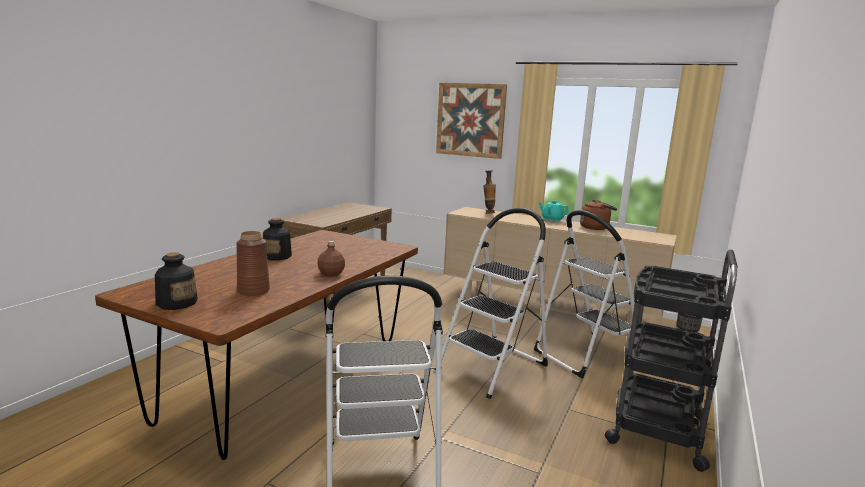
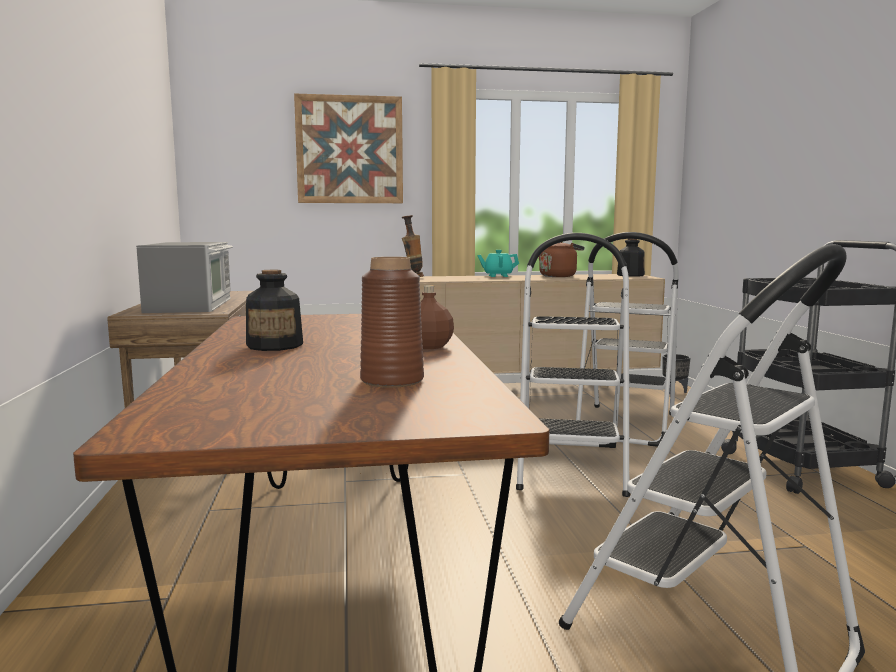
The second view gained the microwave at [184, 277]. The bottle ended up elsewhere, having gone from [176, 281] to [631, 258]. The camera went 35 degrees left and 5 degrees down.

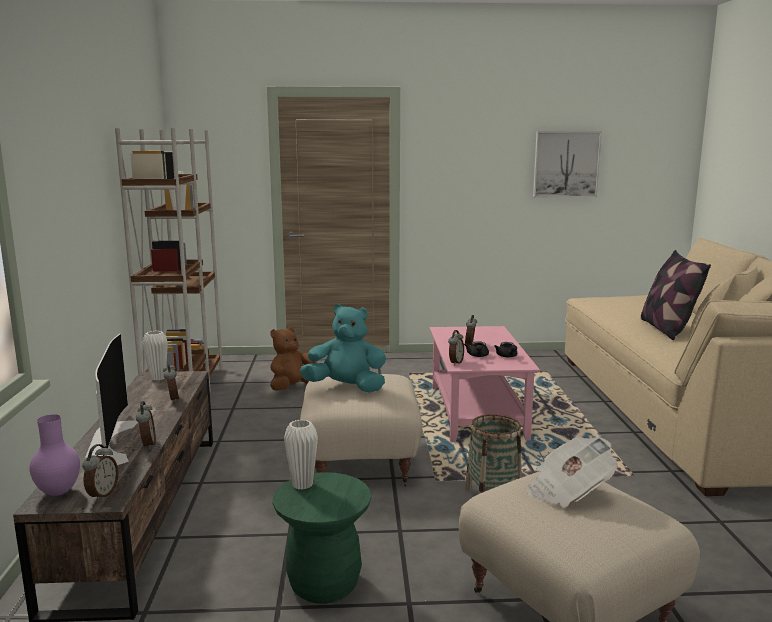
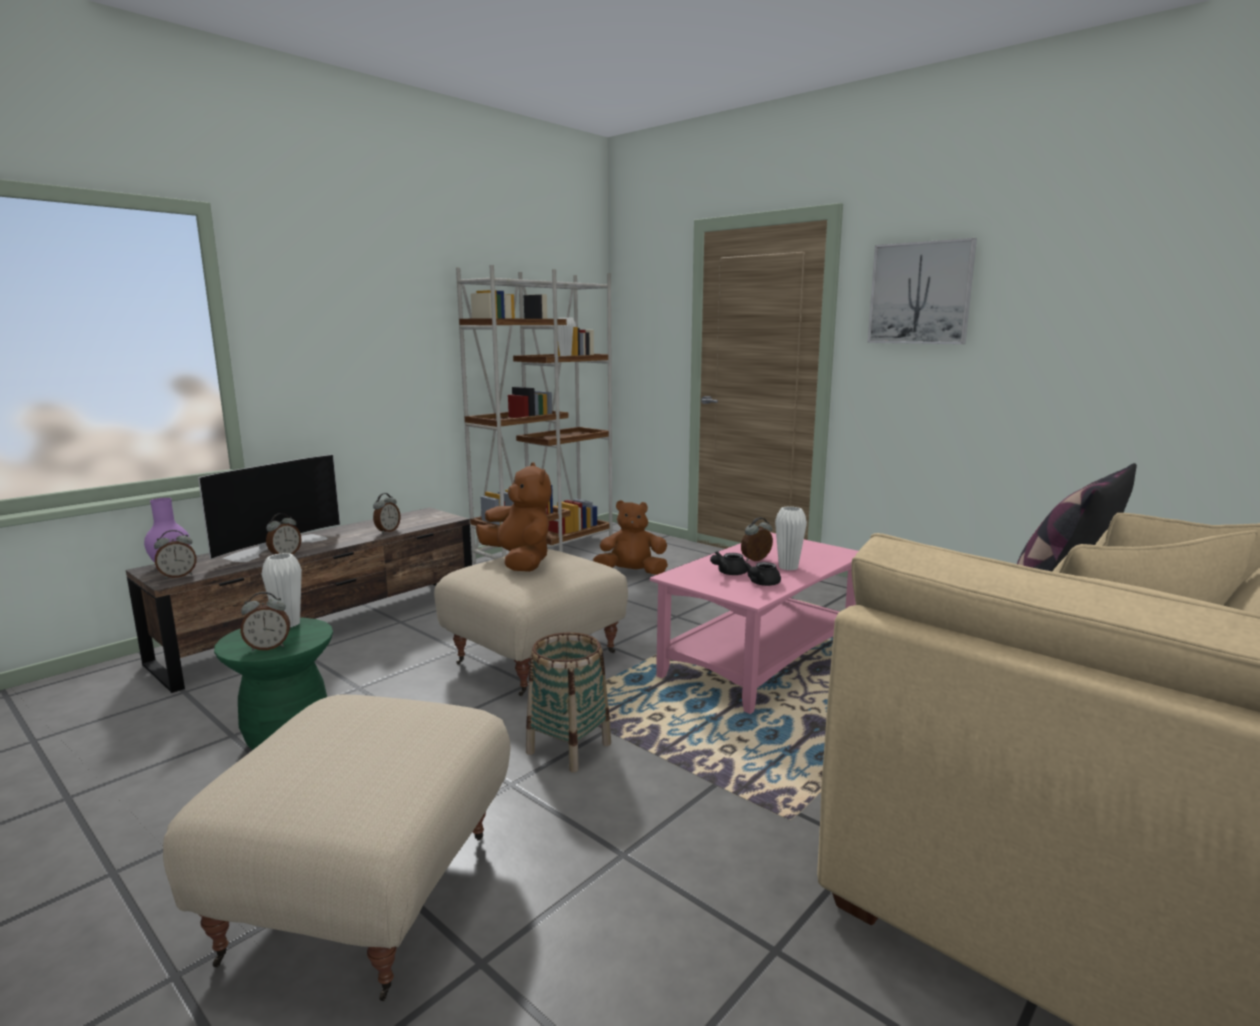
The second view lost the newspaper at [571, 472]. The white_vase ended up elsewhere, having gone from [155, 356] to [791, 538]. The alarm_clock ended up elsewhere, having gone from [456, 347] to [265, 621]. The picture ended up elsewhere, having gone from [567, 164] to [922, 291]. What was the turquoise_plush_toy at [343, 348] turned into the brown_plush_toy at [514, 517]. The camera went 45 degrees right and 0 degrees up.

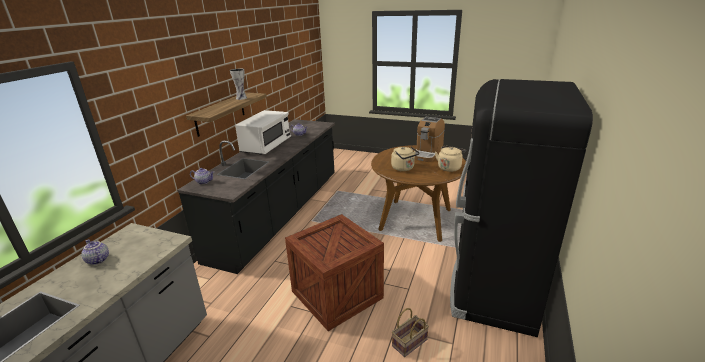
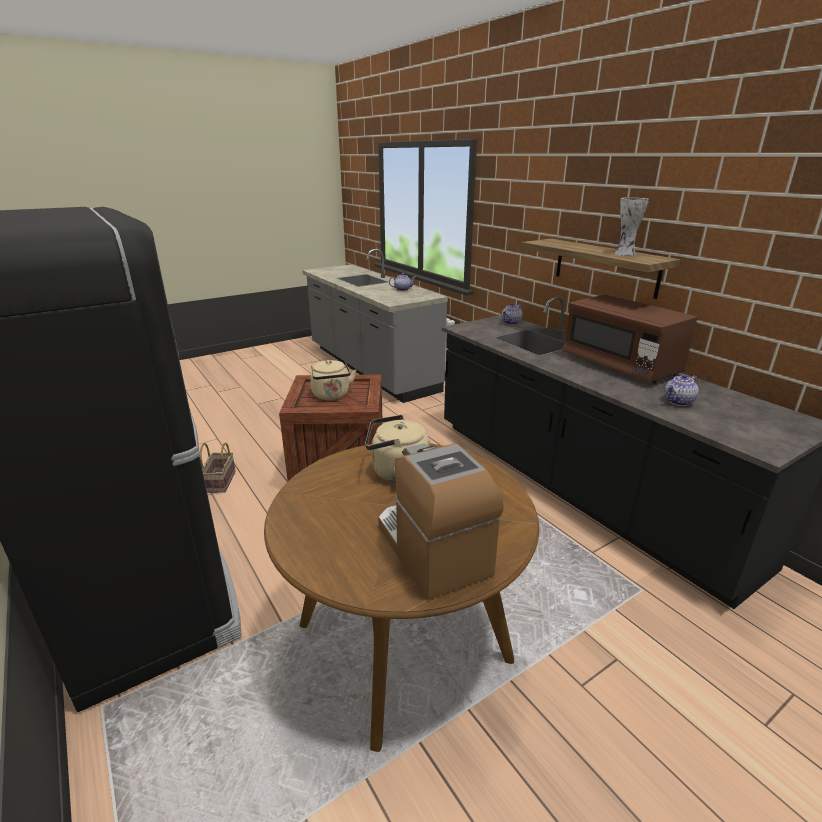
The beige_kettle ended up elsewhere, having gone from [450, 159] to [333, 380]. What was the white_microwave at [263, 132] turned into the brown_microwave at [629, 339]. The camera went 125 degrees right and 0 degrees up.

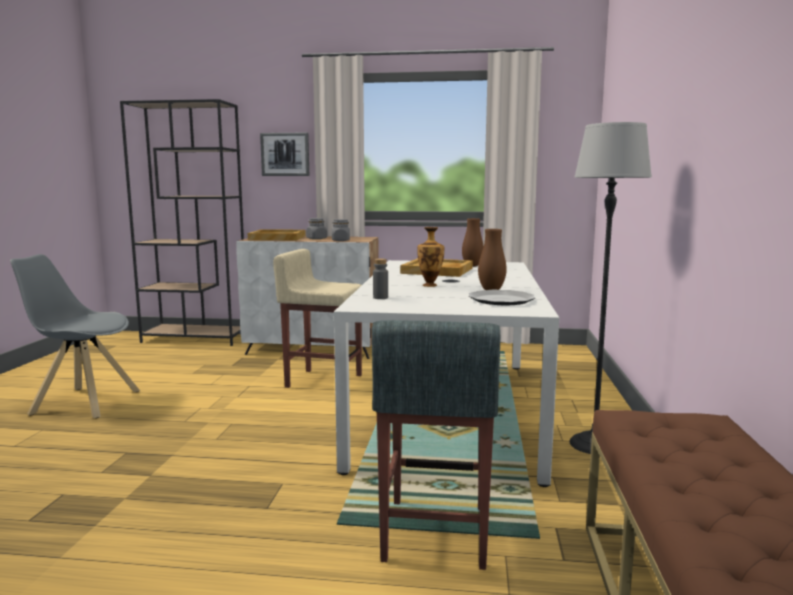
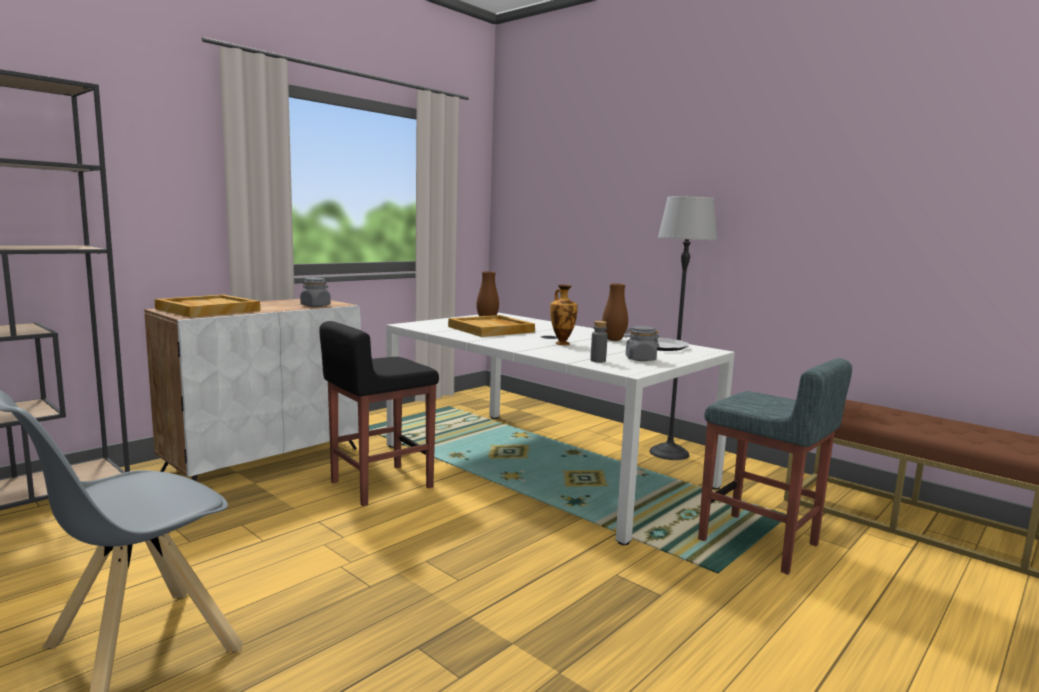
The second view lost the picture at [284, 154]. The grey_jar ended up elsewhere, having gone from [316, 228] to [641, 343]. What was the beige_stool at [317, 318] turned into the black_stool at [379, 413]. The camera went 55 degrees left and 0 degrees up.

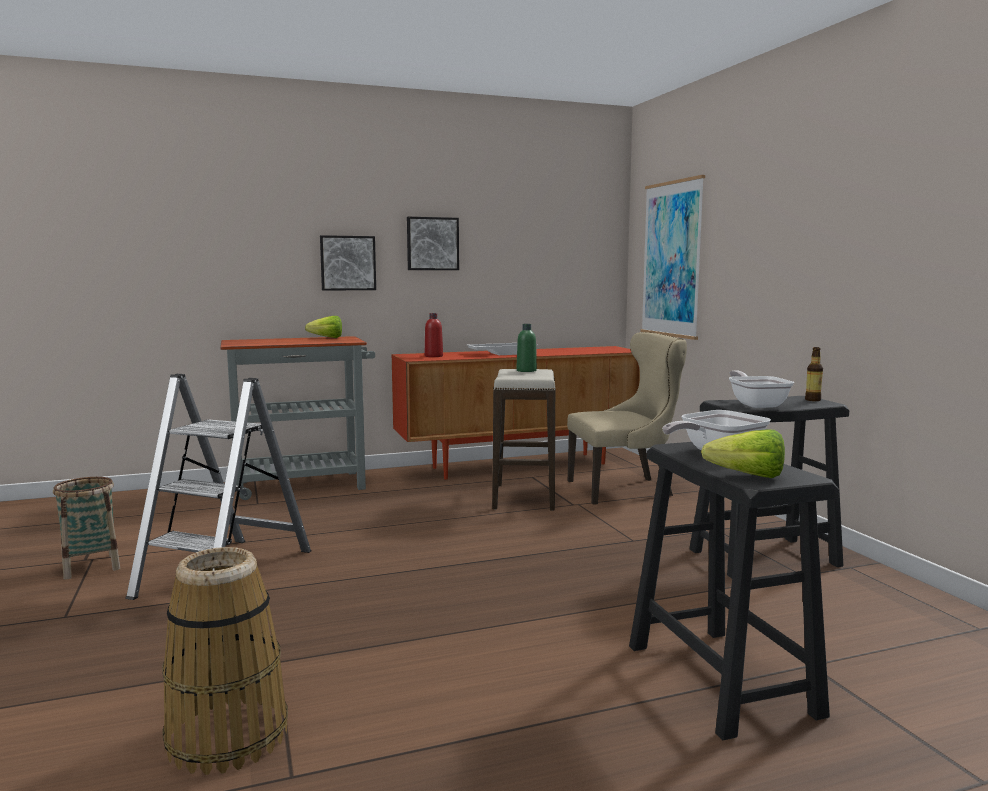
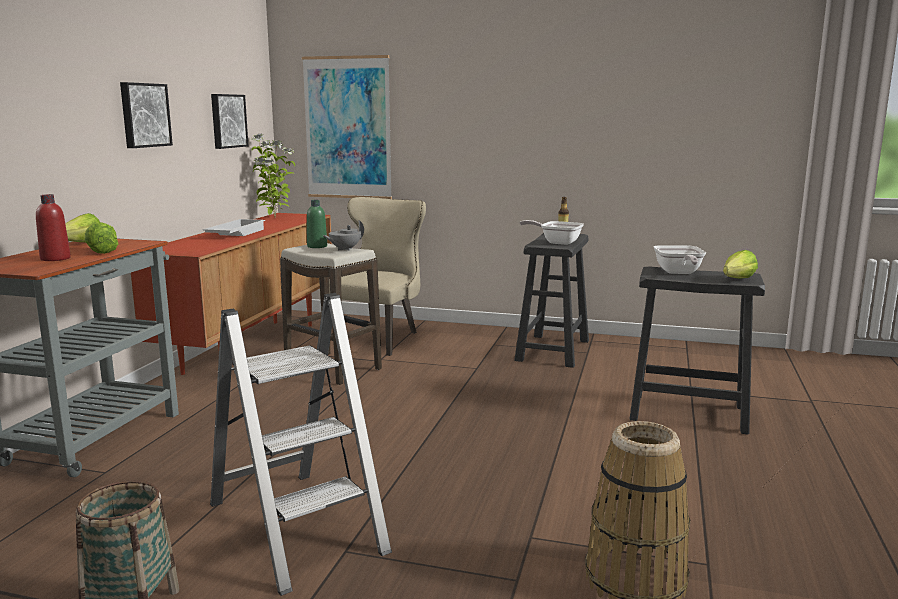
The second view gained the lettuce at [101, 238]. The second view gained the potted_plant at [273, 176]. The second view gained the grey_teapot at [343, 235]. The picture ended up elsewhere, having gone from [348, 263] to [230, 121]. The red_bottle ended up elsewhere, having gone from [434, 335] to [53, 227]. The camera went 55 degrees left and 5 degrees up.

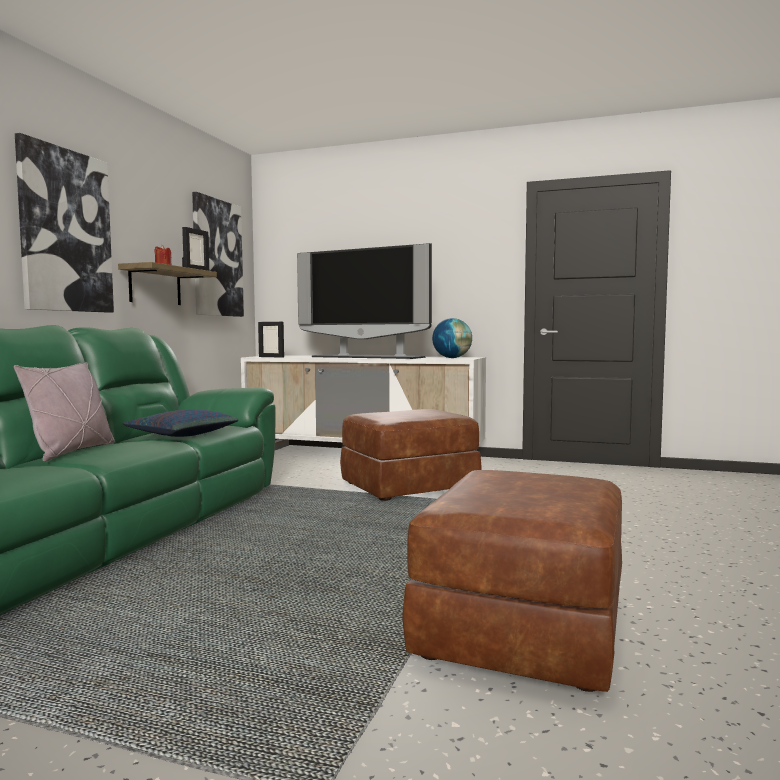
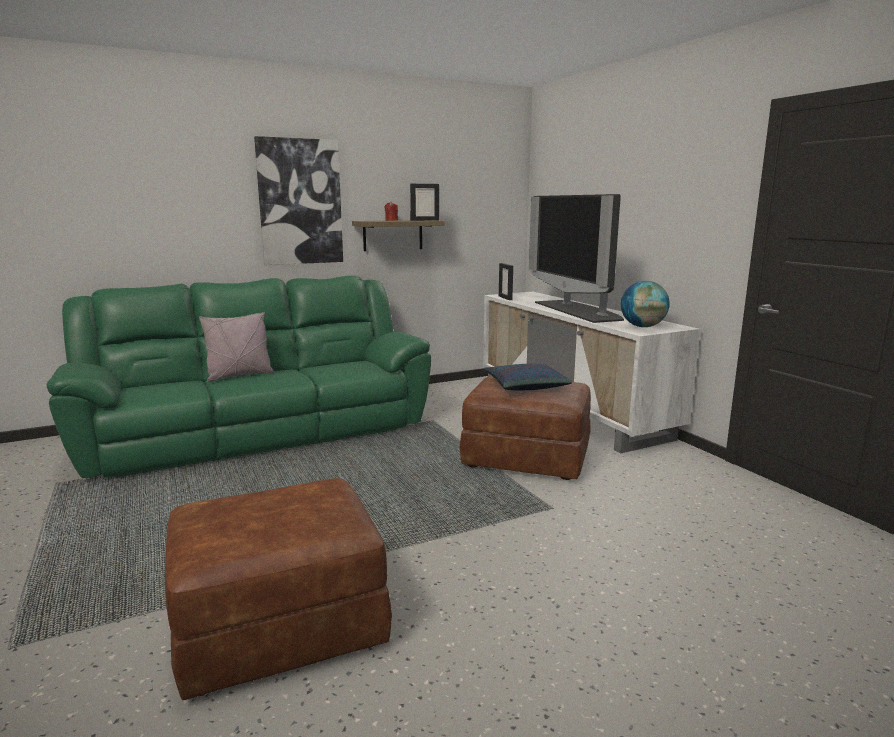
The second view lost the picture at [218, 254]. The blue_pillow ended up elsewhere, having gone from [180, 423] to [528, 377]. The camera went 45 degrees right and 10 degrees up.

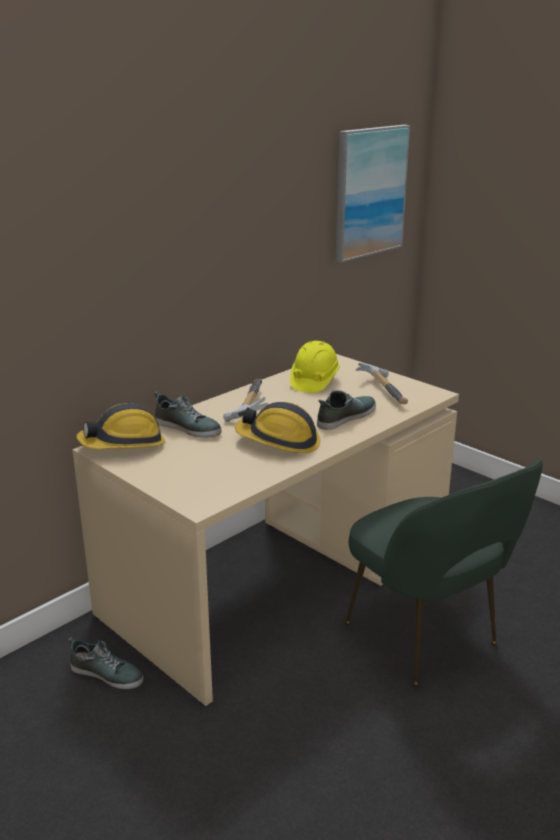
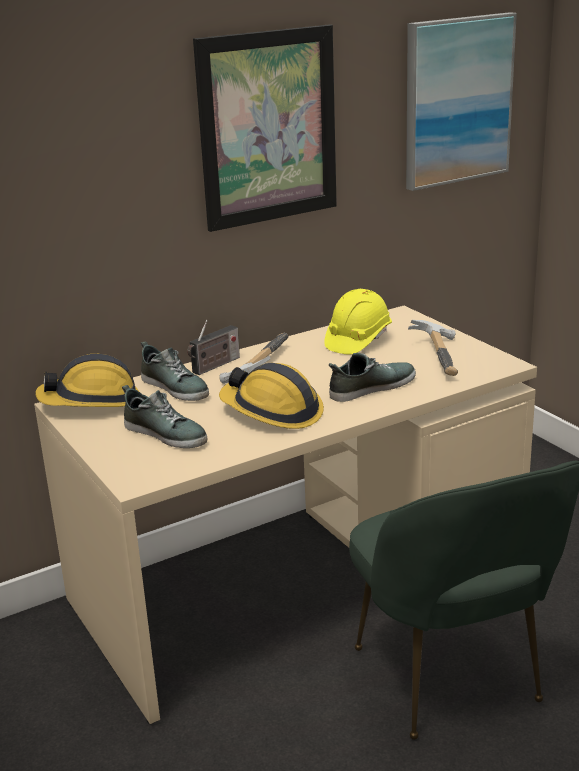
The second view gained the radio at [213, 347]. The second view gained the picture at [265, 128]. The shoe ended up elsewhere, having gone from [105, 663] to [164, 416]. The camera went 15 degrees right and 0 degrees up.

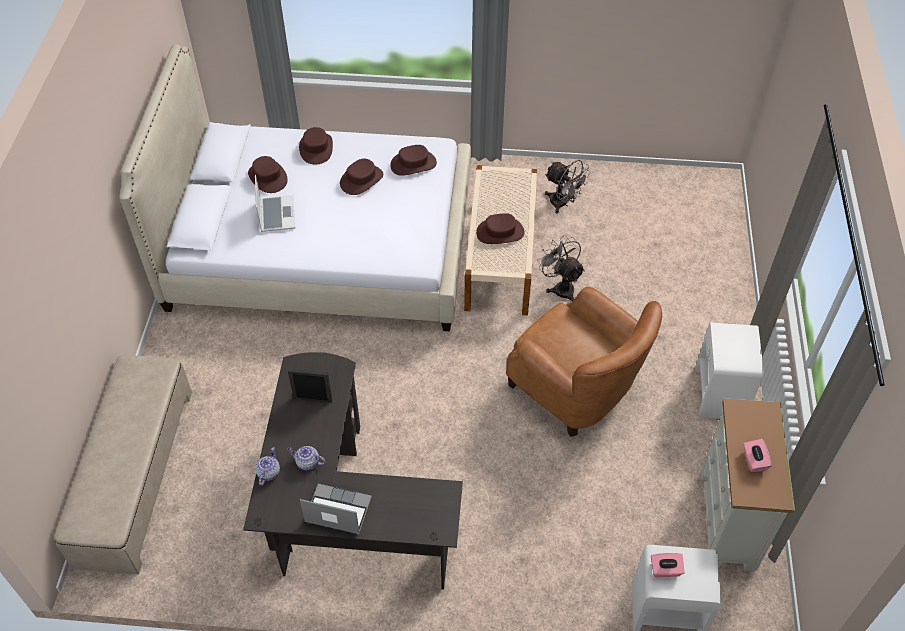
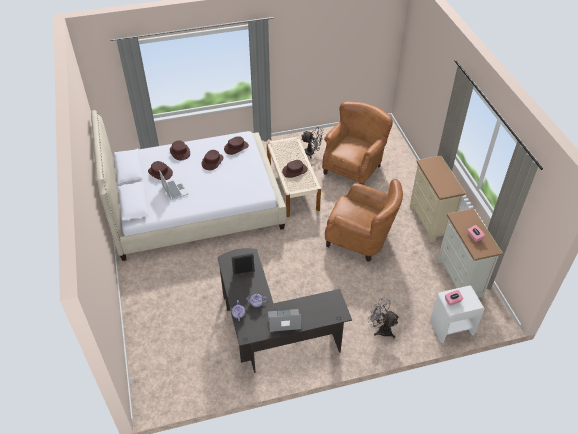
The second view lost the beige_bench at [123, 464]. The second view gained the brown_armchair at [357, 143]. The grey_fan ended up elsewhere, having gone from [561, 268] to [383, 318]. Where the white_nightstand stood at [729, 370], the beige_dresser came to stand at [438, 199]. The camera went 20 degrees left and 5 degrees down.

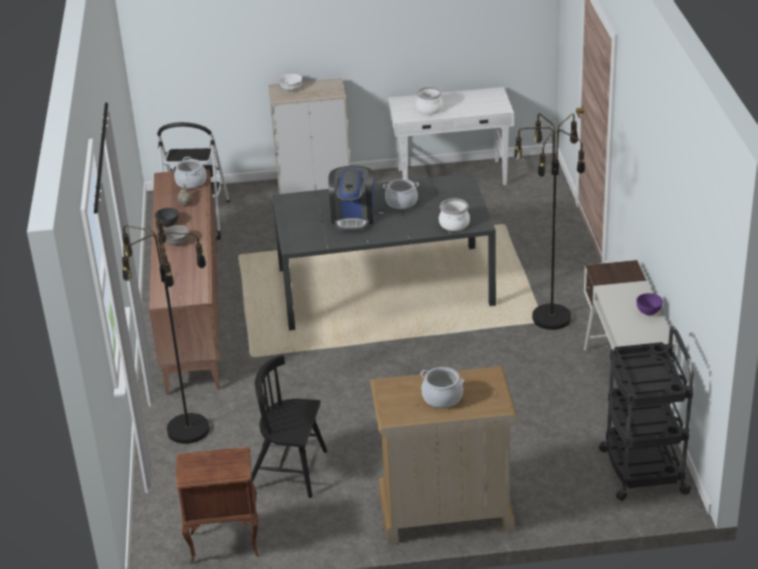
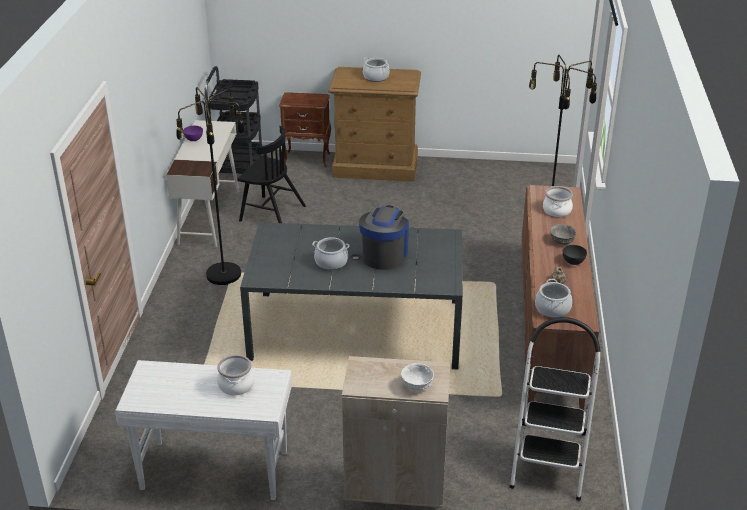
The brown_nightstand ended up elsewhere, having gone from [218, 506] to [305, 129]. The black_chair ended up elsewhere, having gone from [289, 426] to [271, 174]. The cooking_pot ended up elsewhere, having gone from [454, 214] to [558, 201]. The camera went 170 degrees left and 0 degrees up.

